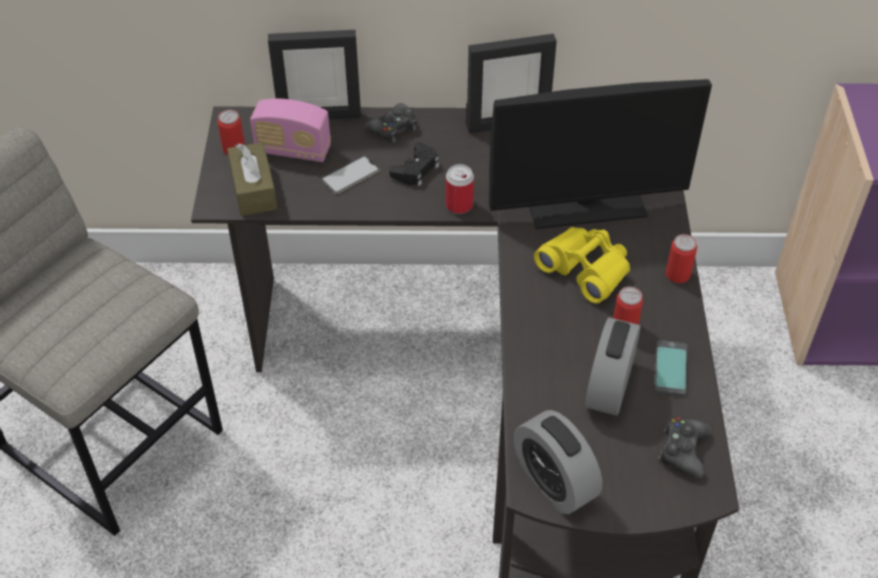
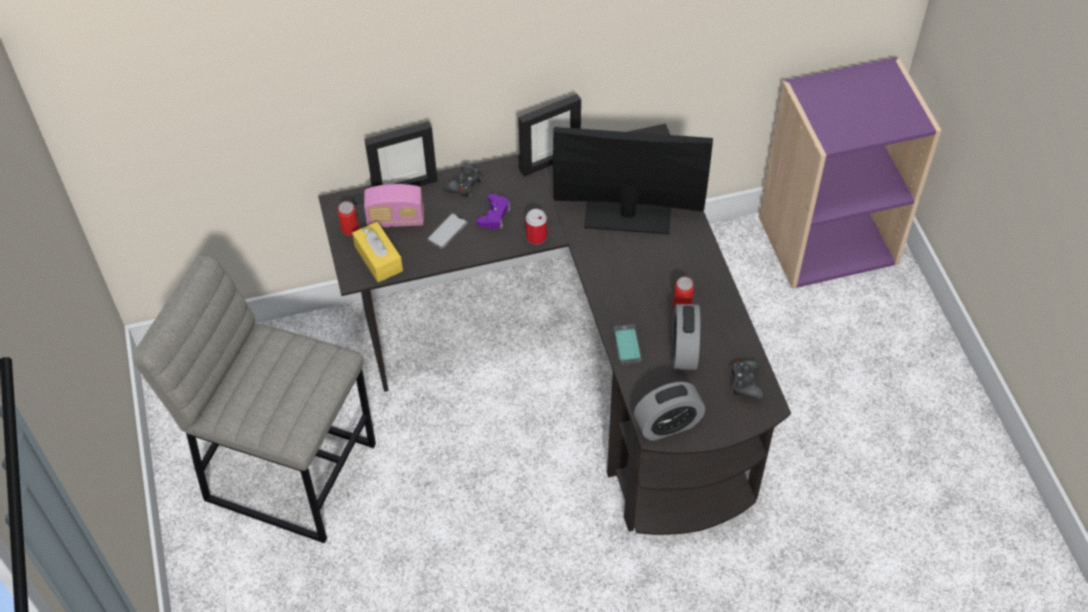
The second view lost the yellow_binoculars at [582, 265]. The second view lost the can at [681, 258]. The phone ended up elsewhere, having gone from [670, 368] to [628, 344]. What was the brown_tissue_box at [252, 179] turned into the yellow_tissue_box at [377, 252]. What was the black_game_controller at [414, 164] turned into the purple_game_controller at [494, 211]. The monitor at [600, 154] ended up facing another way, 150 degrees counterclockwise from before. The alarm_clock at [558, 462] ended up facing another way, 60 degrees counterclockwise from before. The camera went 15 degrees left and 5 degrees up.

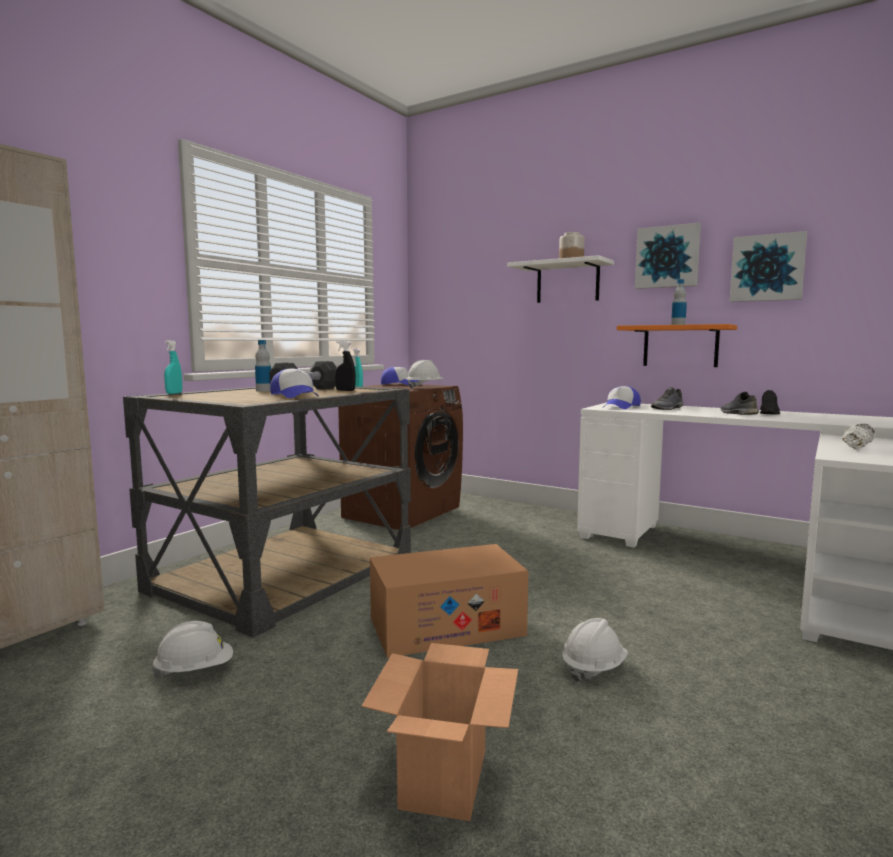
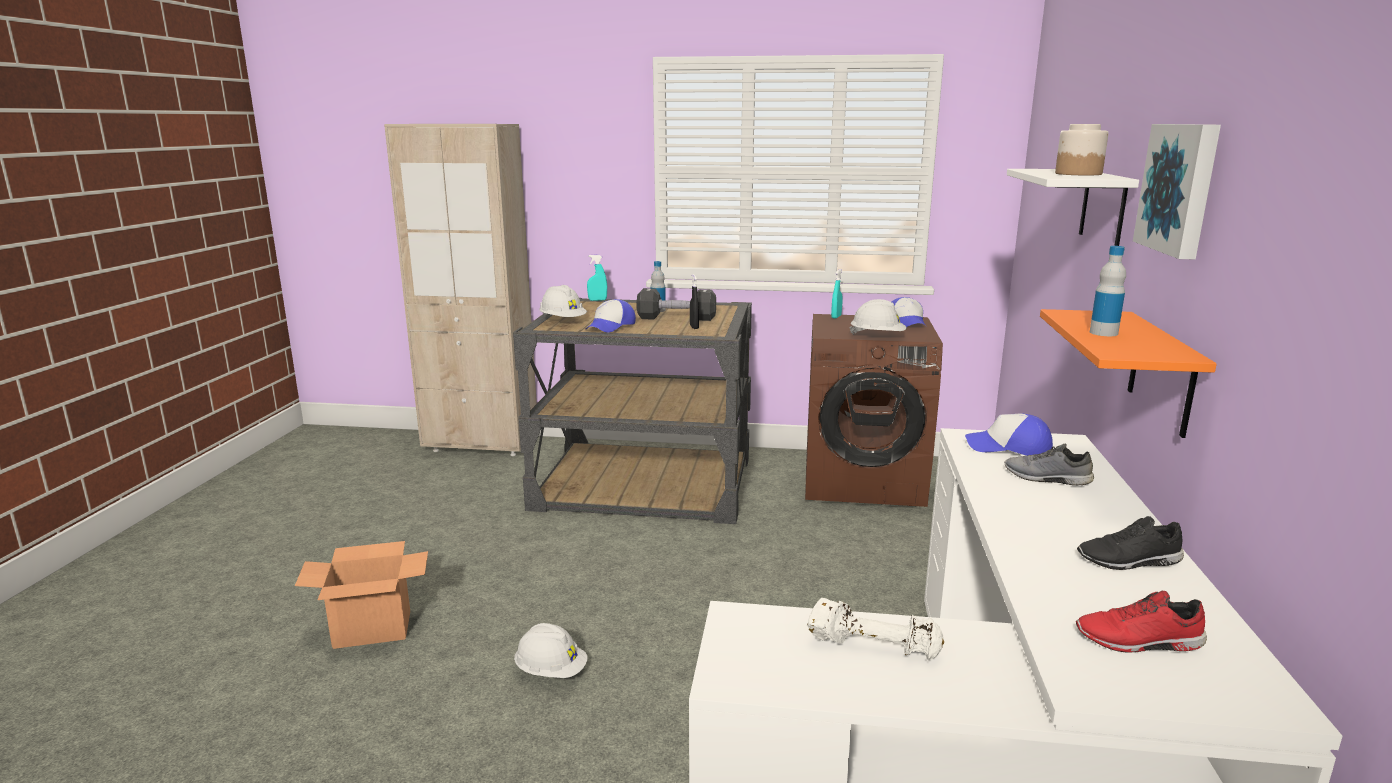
The second view lost the cardboard_box at [449, 601]. The second view lost the grey_shoe at [740, 403]. The second view lost the picture at [768, 266]. The second view gained the red_shoe at [1141, 622]. The white_hard_hat ended up elsewhere, having gone from [192, 649] to [563, 301]. The camera went 65 degrees right and 10 degrees up.

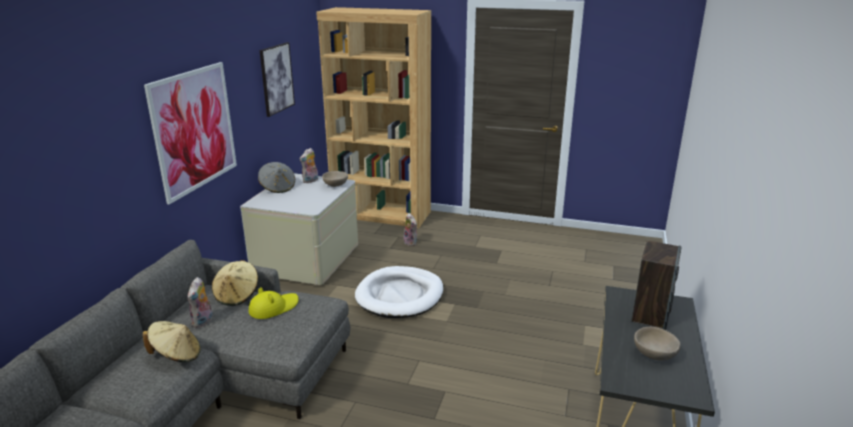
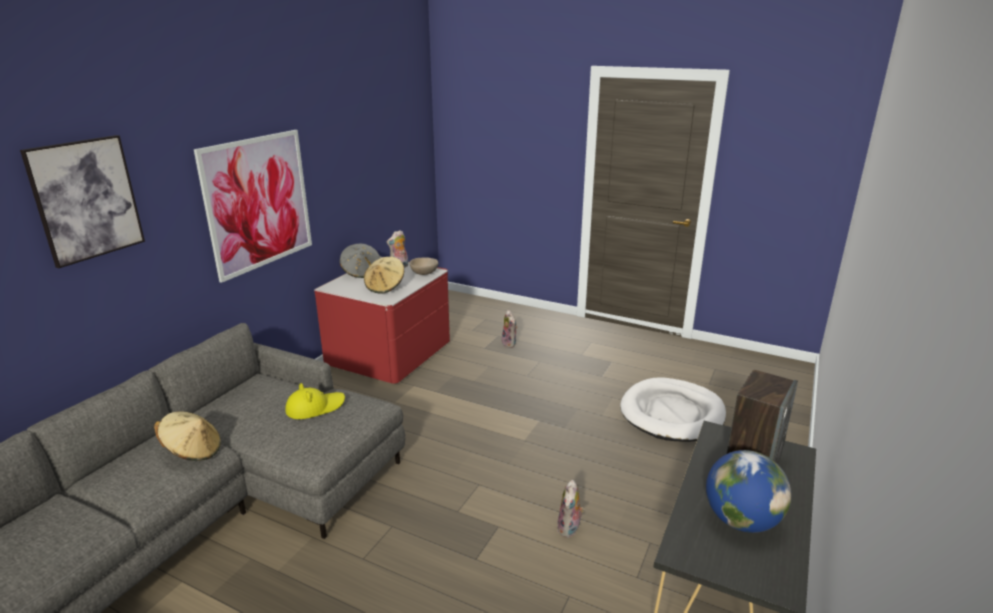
The second view lost the brown_bookcase at [373, 118]. The plush_toy ended up elsewhere, having gone from [199, 302] to [571, 509]. The beige_hat ended up elsewhere, having gone from [235, 283] to [384, 275]. The picture ended up elsewhere, having gone from [277, 79] to [82, 201]. The white_dog_bed ended up elsewhere, having gone from [399, 292] to [673, 409]. Where the beige_bowl stood at [657, 343], the globe came to stand at [748, 491]. What was the beige_nightstand at [299, 229] turned into the red_nightstand at [382, 320]. The camera went 10 degrees right and 0 degrees up.

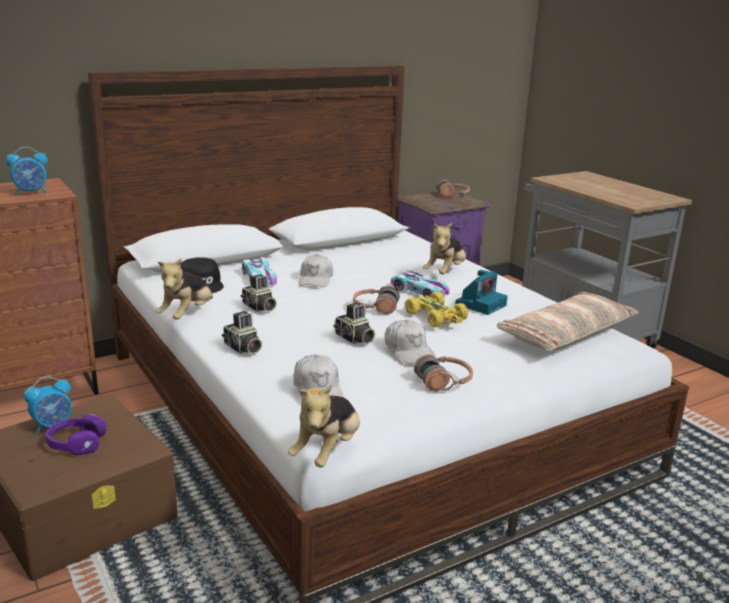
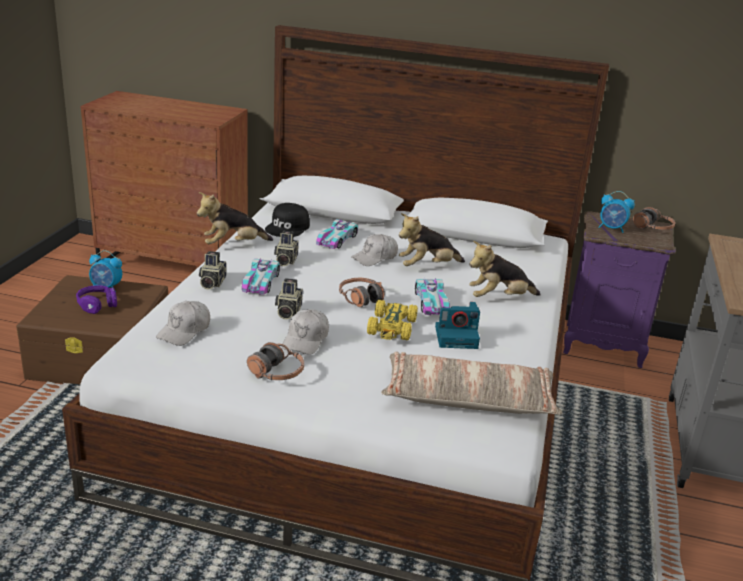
The second view gained the toy_car at [261, 276]. The alarm_clock ended up elsewhere, having gone from [27, 171] to [616, 212]. The plush_toy ended up elsewhere, having gone from [324, 425] to [432, 239]. The camera went 45 degrees right and 5 degrees up.

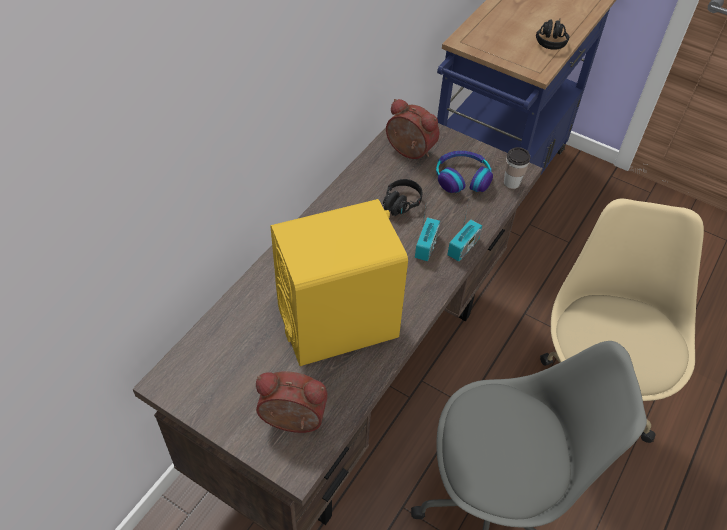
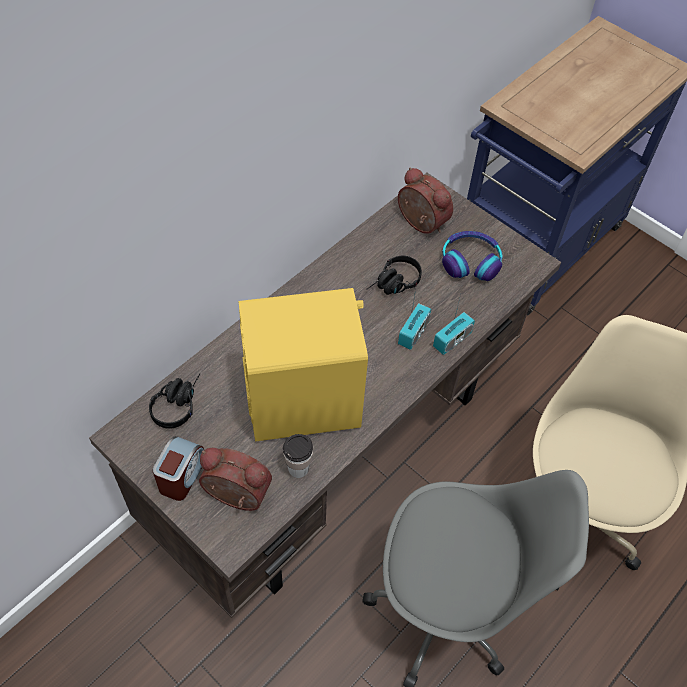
The second view gained the alarm_clock at [178, 468]. The cup ended up elsewhere, having gone from [517, 168] to [298, 456]. The black_headphones ended up elsewhere, having gone from [553, 34] to [174, 401]. The camera went 10 degrees right and 5 degrees up.

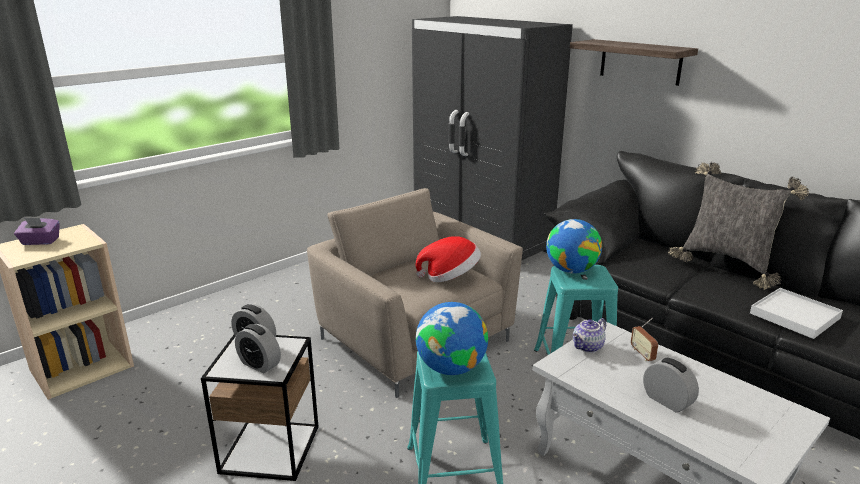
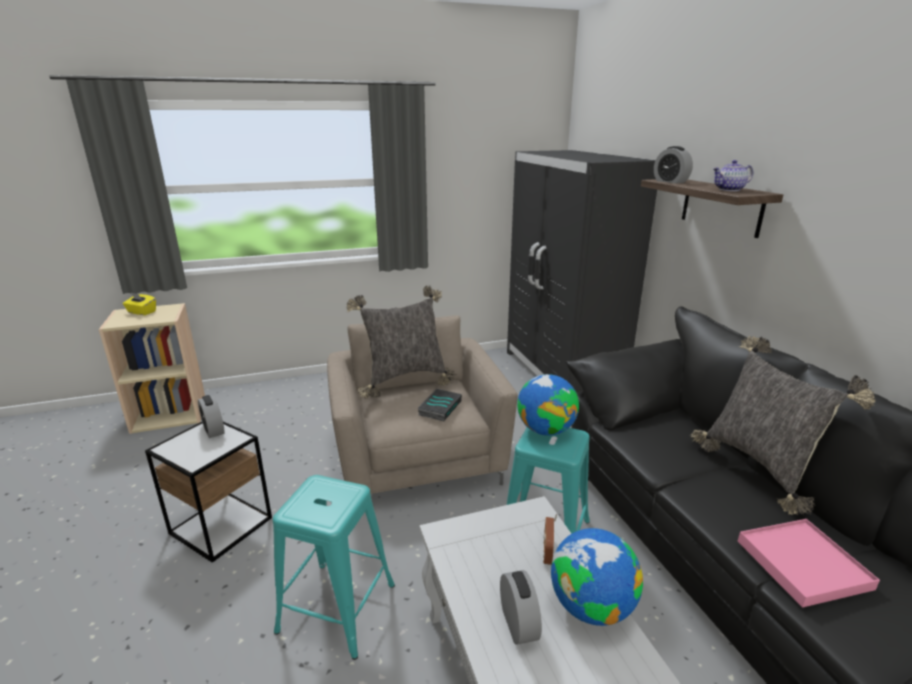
The second view gained the pillow at [401, 341]. The alarm_clock ended up elsewhere, having gone from [258, 349] to [673, 165]. The globe ended up elsewhere, having gone from [452, 338] to [597, 577]. The teapot ended up elsewhere, having gone from [589, 335] to [733, 175]. Where the hat stood at [448, 259], the book came to stand at [440, 405]. What was the purple_tissue_box at [36, 231] turned into the yellow_tissue_box at [139, 303]. What was the white_tray at [796, 313] turned into the pink_tray at [809, 563]. The camera went 25 degrees right and 0 degrees up.

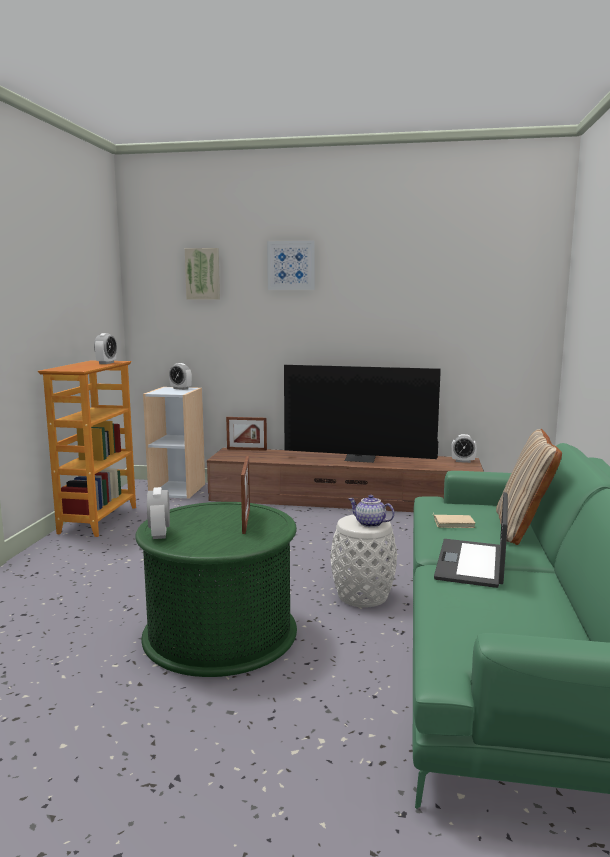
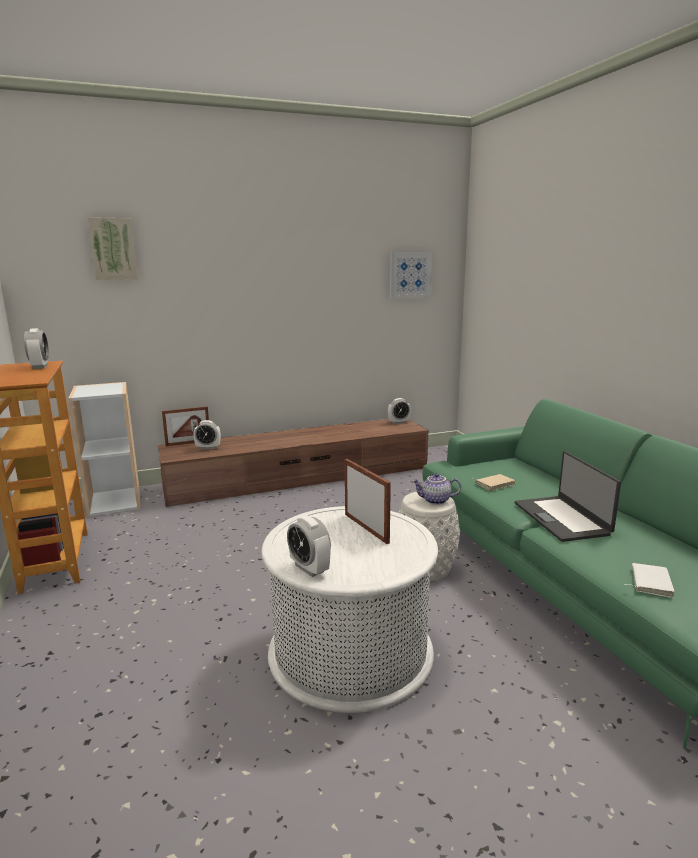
The second view lost the television at [362, 414]. The second view lost the beige_pillow at [529, 487]. The second view gained the white_book at [650, 580]. The alarm_clock ended up elsewhere, having gone from [180, 376] to [207, 434]. The picture ended up elsewhere, having gone from [291, 265] to [411, 274]. What was the green_coffee_table at [216, 589] turned into the white_coffee_table at [349, 609]. The camera went 30 degrees left and 5 degrees up.

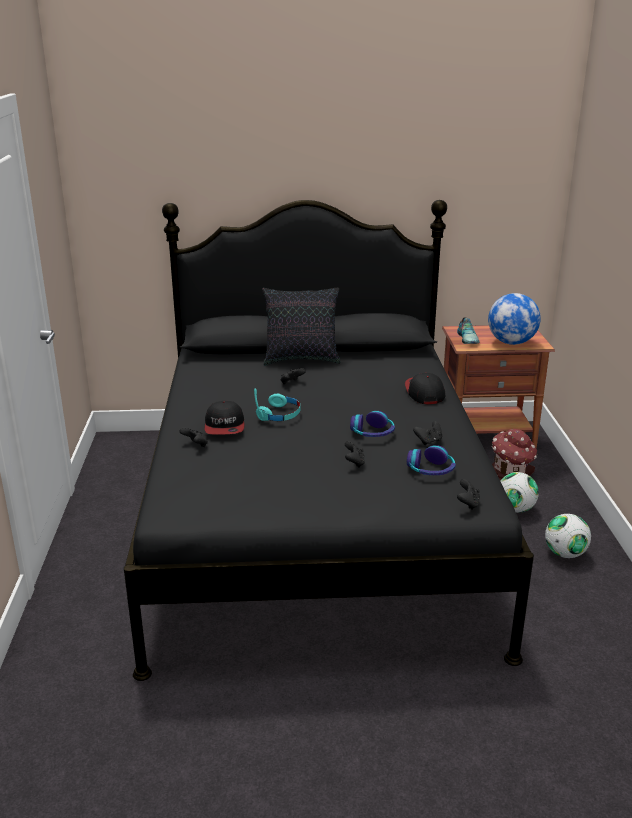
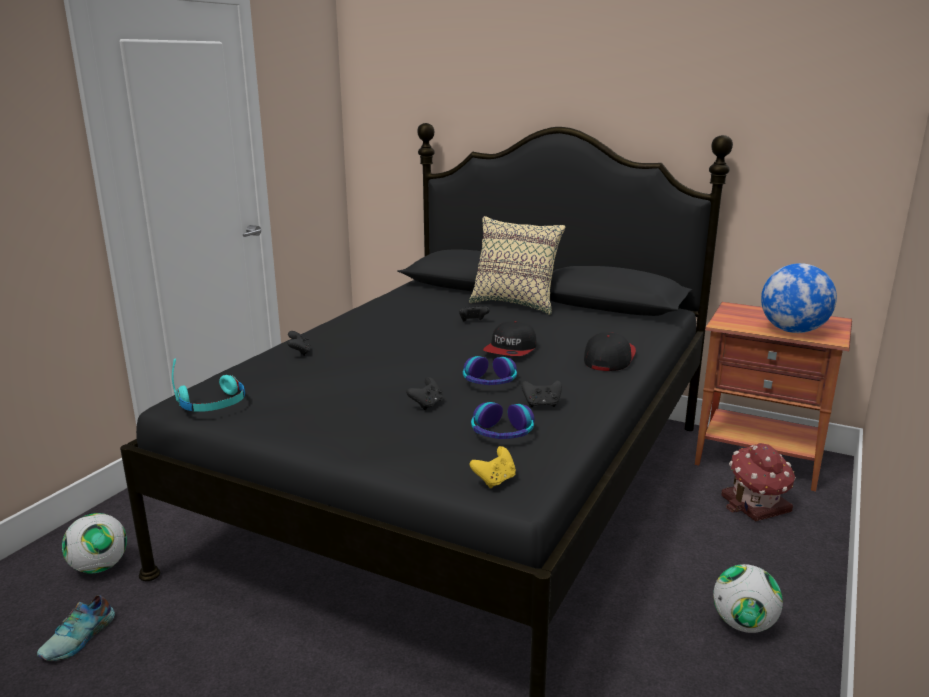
The cap ended up elsewhere, having gone from [224, 418] to [510, 338]. The turquoise_headphones ended up elsewhere, having gone from [277, 404] to [208, 385]. The shoe ended up elsewhere, having gone from [468, 330] to [76, 628]. The football ended up elsewhere, having gone from [519, 492] to [94, 543]. What was the black_pillow at [301, 327] turned into the beige_pillow at [517, 265]. What was the black_game_controller at [468, 494] turned into the yellow_game_controller at [493, 467]. The camera went 30 degrees right and 5 degrees down.

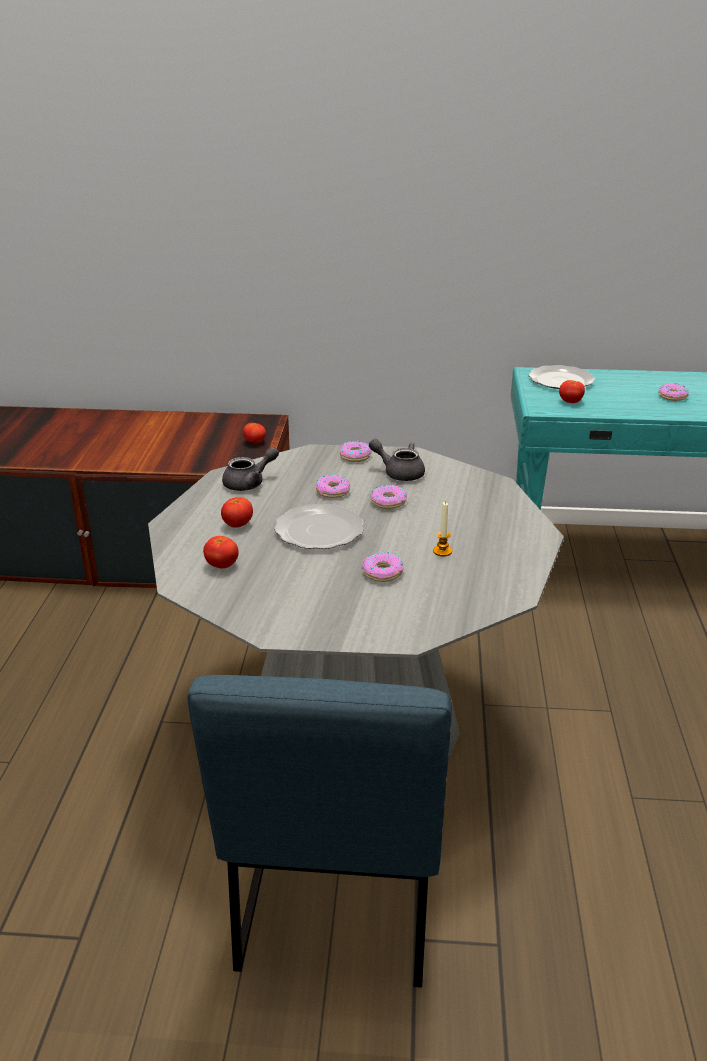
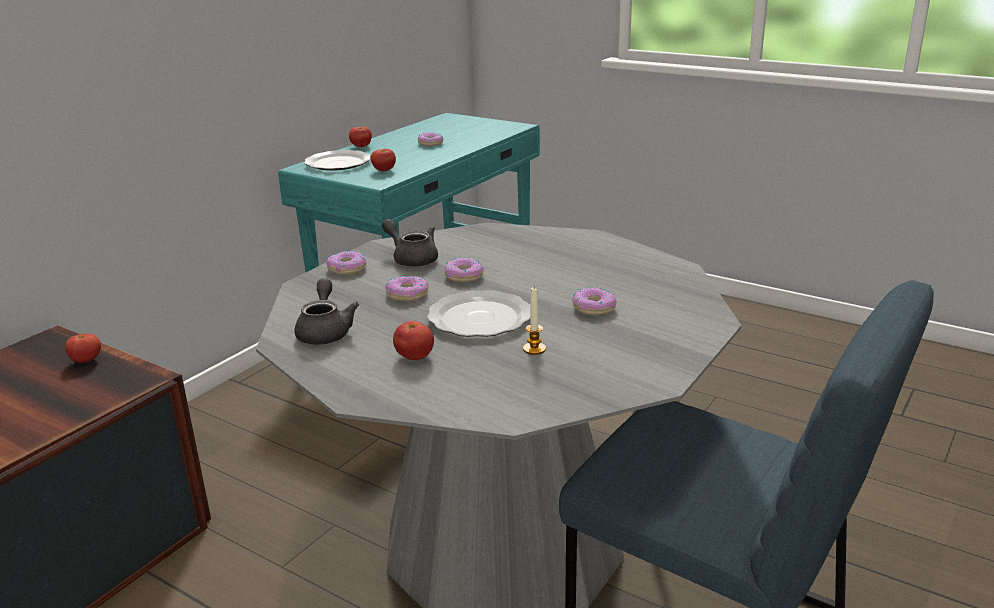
The tomato ended up elsewhere, having gone from [221, 552] to [360, 136]. The candle ended up elsewhere, having gone from [442, 528] to [534, 321]. The grey_teapot at [397, 460] ended up facing another way, 75 degrees clockwise from before. The camera went 60 degrees left and 5 degrees down.

